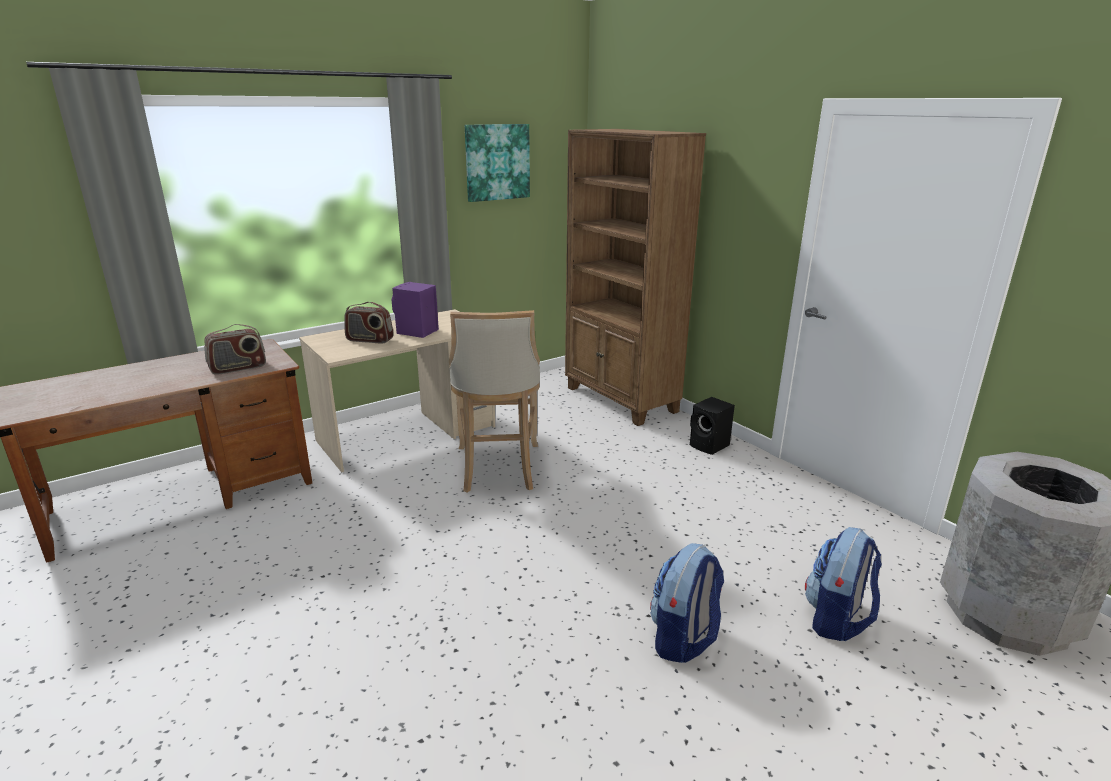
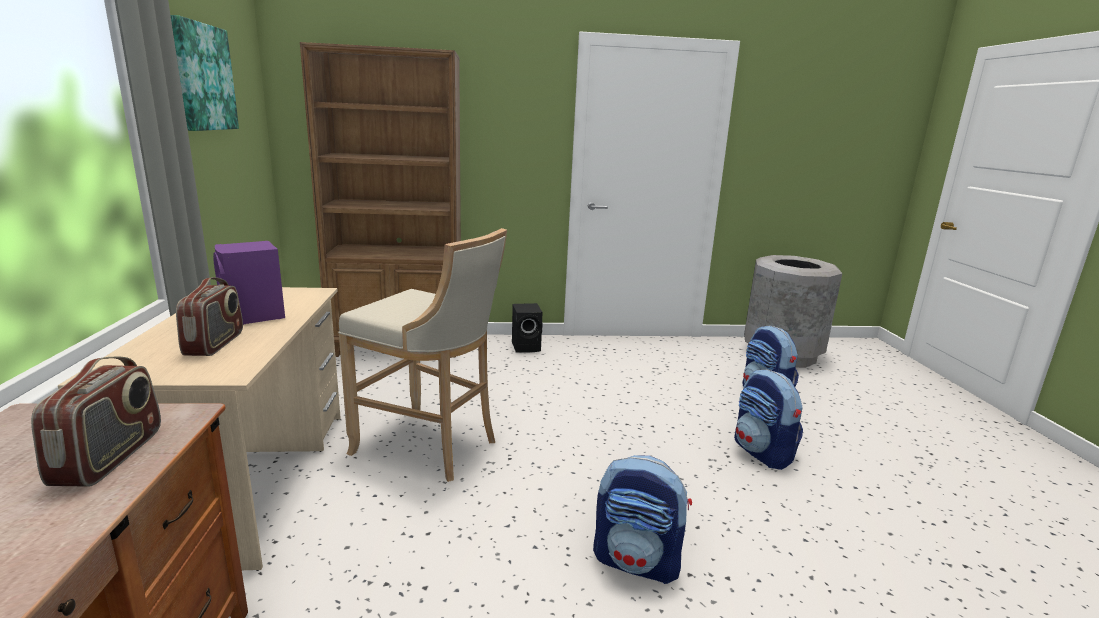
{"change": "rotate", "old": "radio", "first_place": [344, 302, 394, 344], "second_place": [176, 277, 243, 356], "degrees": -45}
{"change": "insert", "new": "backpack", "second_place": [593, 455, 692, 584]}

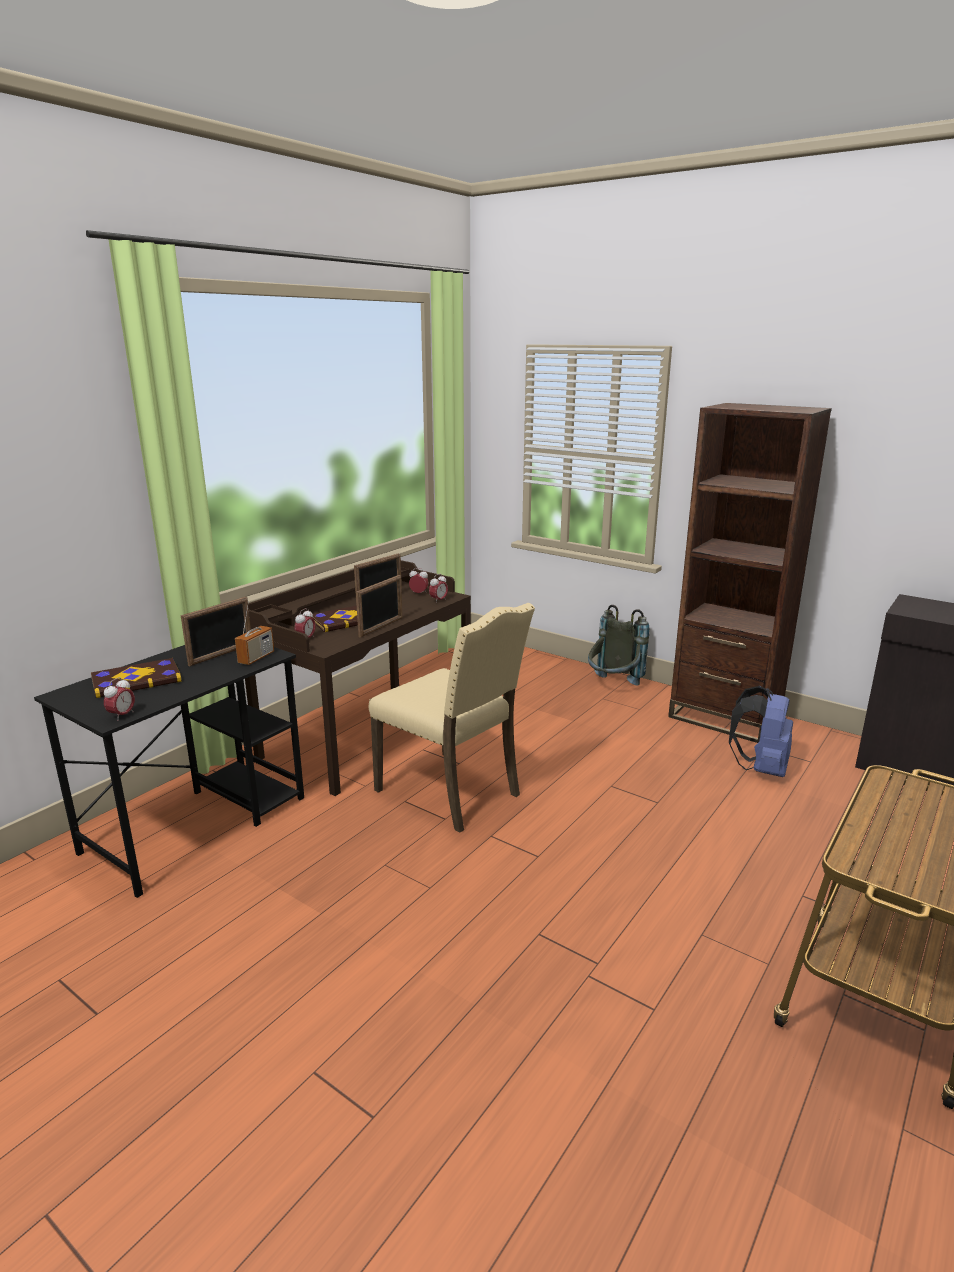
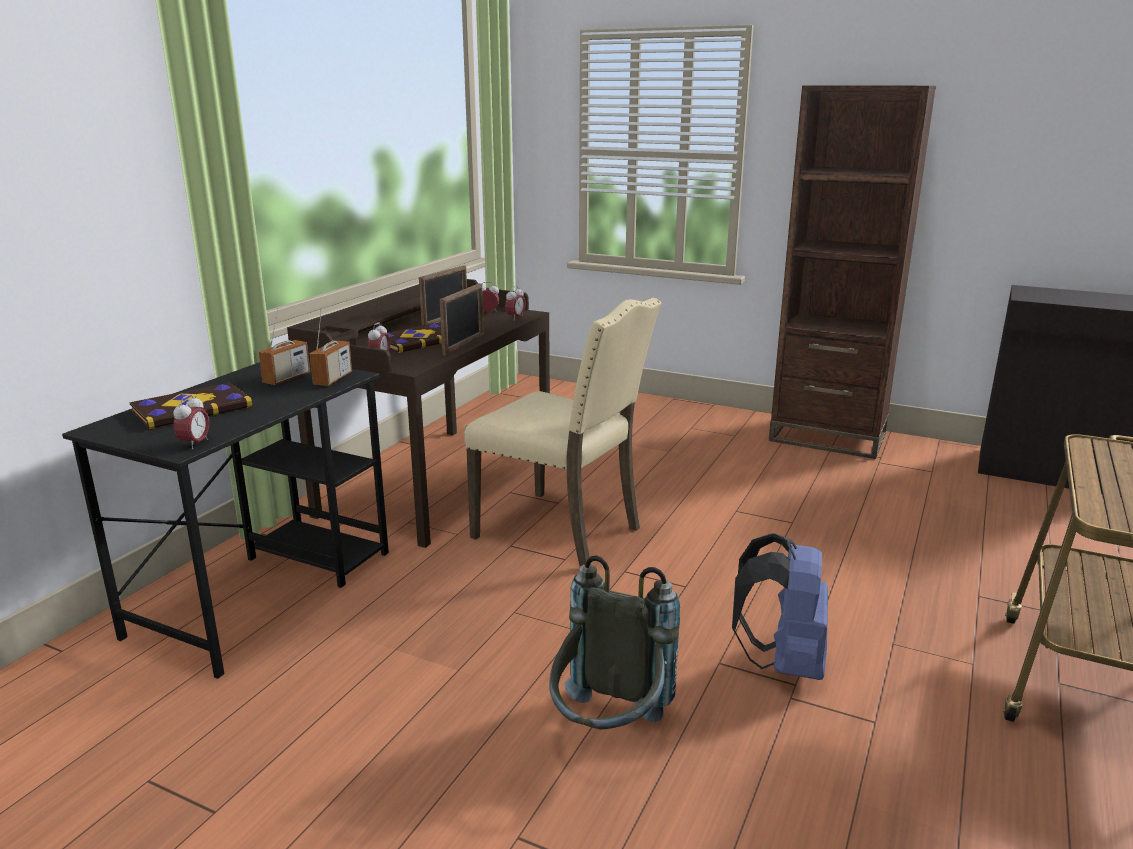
{"change": "replace", "old": "picture frame", "new": "radio", "first_place": [181, 597, 251, 666], "second_place": [259, 307, 310, 385]}
{"change": "move", "old": "grey backpack", "first_place": [588, 605, 649, 685], "second_place": [549, 555, 680, 729]}
{"change": "move", "old": "blue backpack", "first_place": [729, 686, 793, 777], "second_place": [732, 533, 828, 680]}

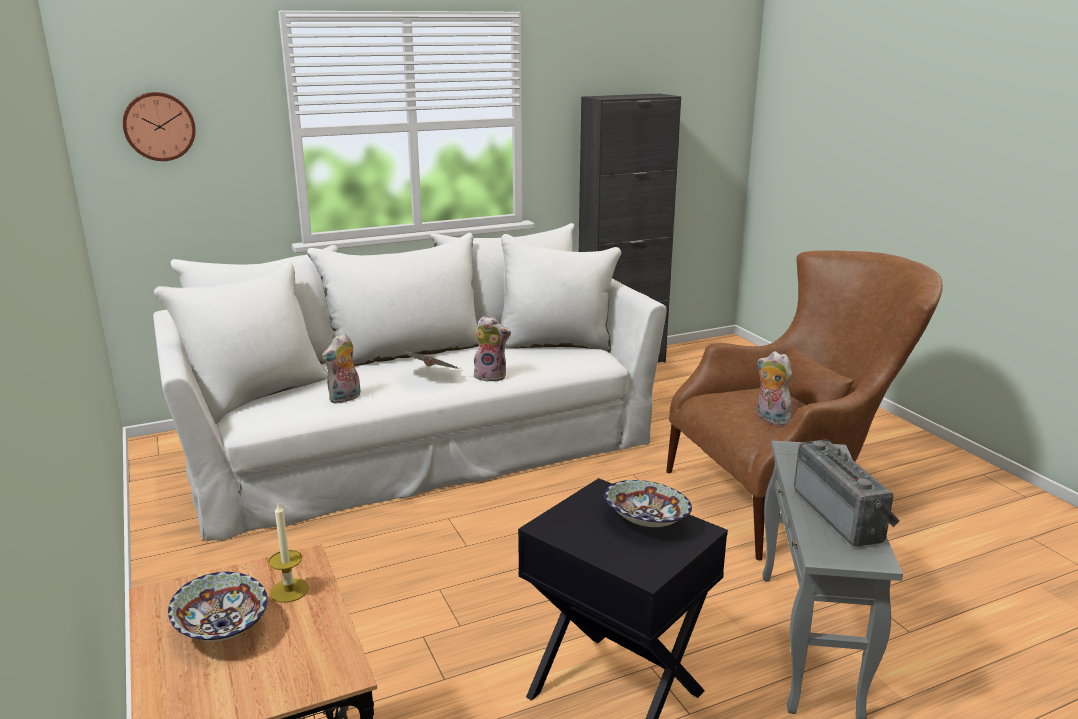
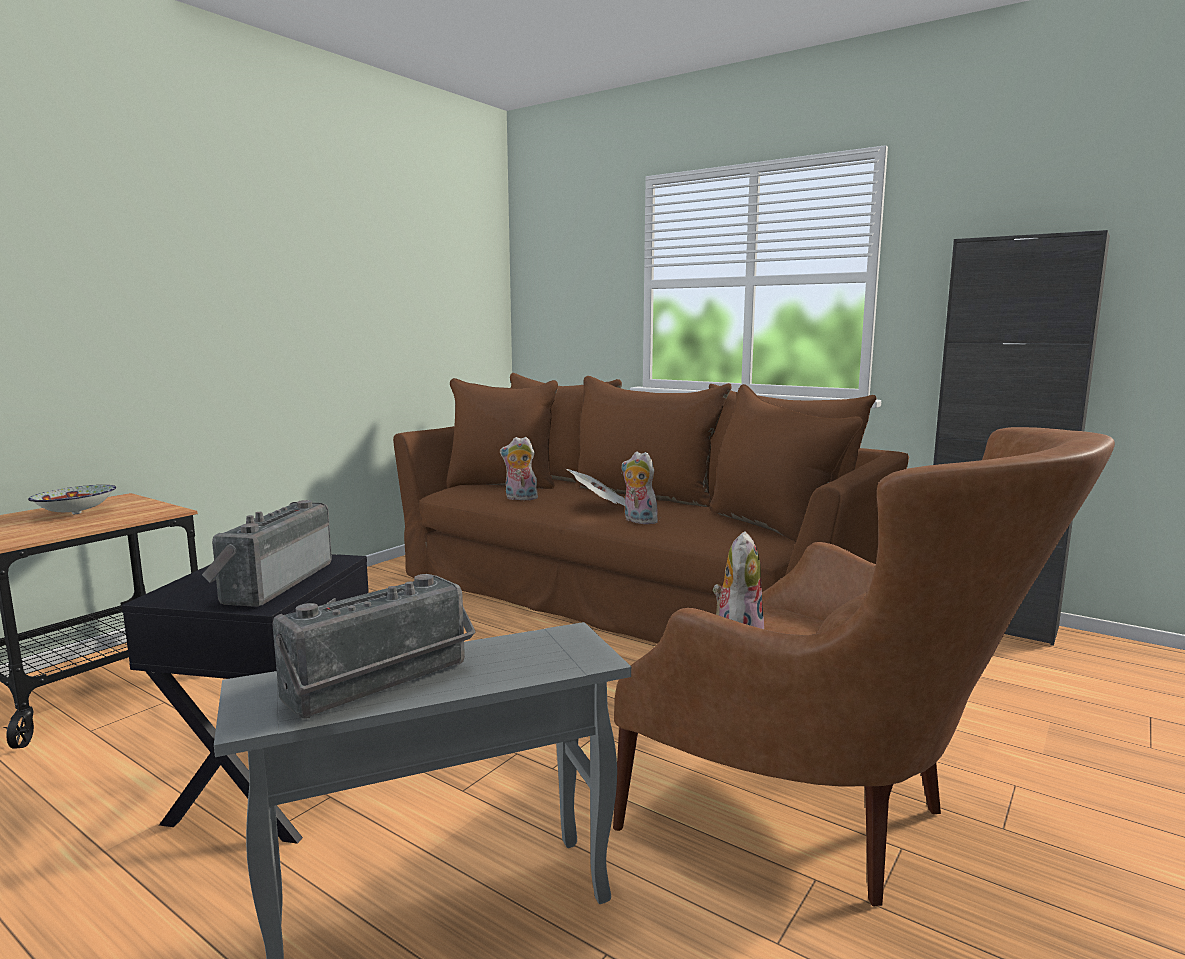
{"change": "delete", "old": "wall clock", "first_place": [123, 92, 196, 161]}
{"change": "recolor", "old": "white sofa", "new": "brown sofa", "first_place": [153, 223, 667, 541], "second_place": [393, 373, 909, 643]}
{"change": "delete", "old": "candle", "first_place": [268, 503, 309, 603]}
{"change": "rotate", "old": "plush toy", "first_place": [474, 316, 511, 382], "second_place": [621, 451, 658, 524], "degrees": 150}
{"change": "replace", "old": "bowl", "new": "radio", "first_place": [604, 480, 692, 527], "second_place": [202, 500, 332, 607]}

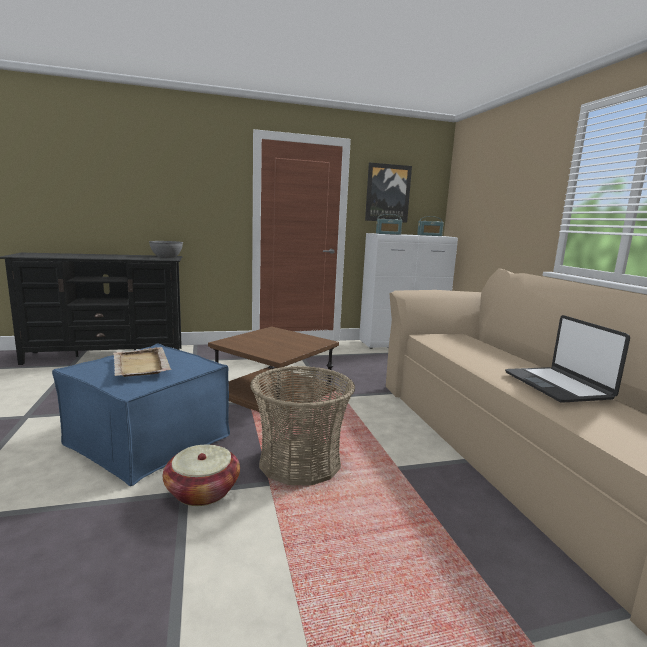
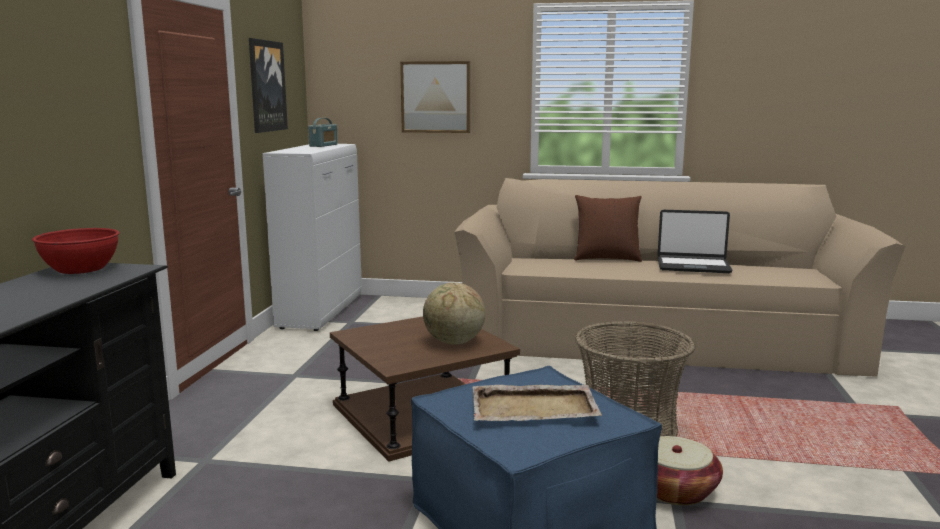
{"change": "recolor", "old": "grey bowl", "new": "red bowl", "first_place": [149, 241, 183, 258], "second_place": [32, 228, 119, 274]}
{"change": "delete", "old": "radio", "first_place": [376, 214, 402, 235]}
{"change": "insert", "new": "picture", "second_place": [400, 61, 470, 133]}
{"change": "insert", "new": "globe", "second_place": [423, 282, 485, 345]}
{"change": "insert", "new": "brown pillow", "second_place": [574, 195, 642, 262]}

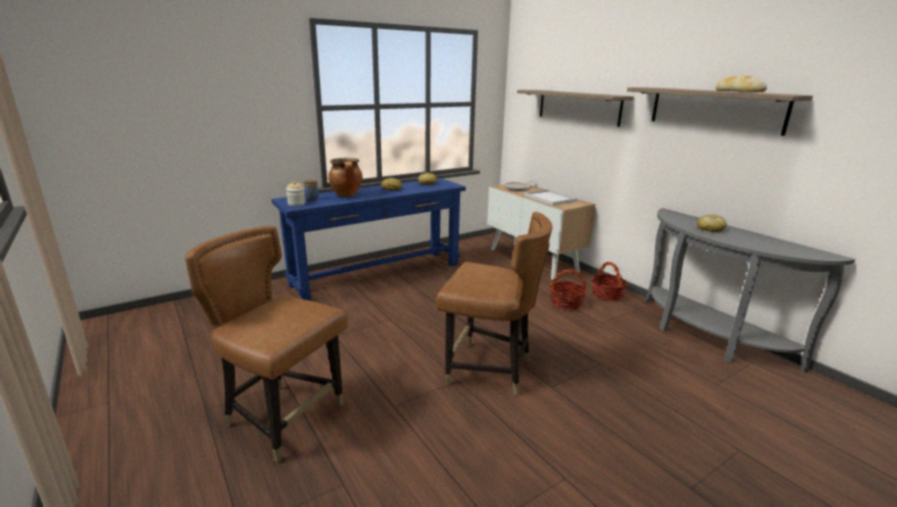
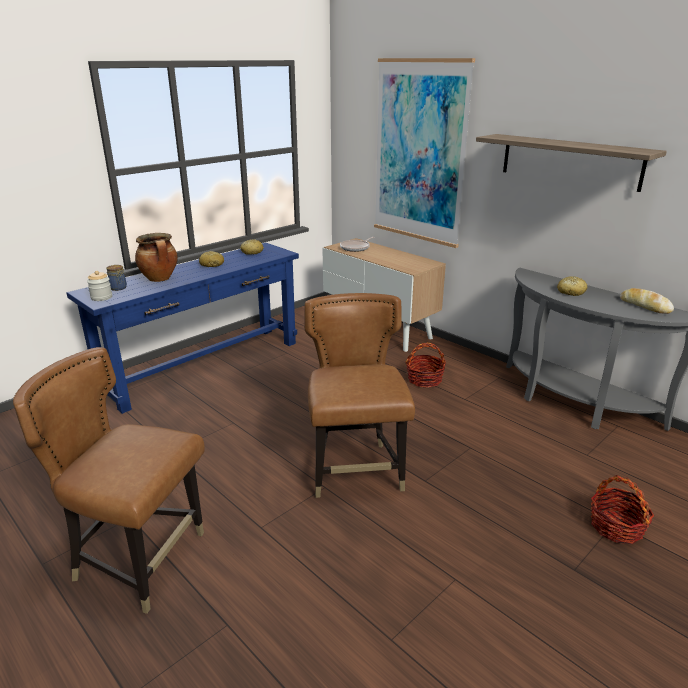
{"change": "rotate", "old": "brown chair", "first_place": [436, 212, 553, 396], "second_place": [304, 293, 415, 498], "degrees": -105}
{"change": "replace", "old": "shelf", "new": "picture", "first_place": [517, 90, 634, 127], "second_place": [374, 58, 475, 248]}
{"change": "delete", "old": "white tray", "first_place": [524, 189, 578, 206]}
{"change": "move", "old": "basket", "first_place": [592, 262, 627, 301], "second_place": [591, 475, 654, 544]}
{"change": "move", "old": "bread", "first_place": [716, 75, 767, 92], "second_place": [620, 288, 674, 314]}

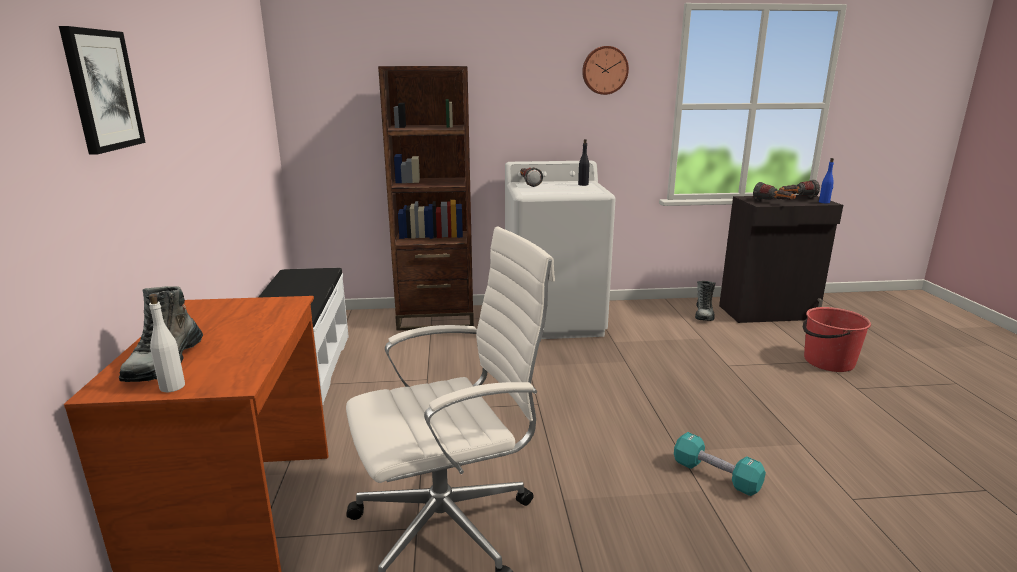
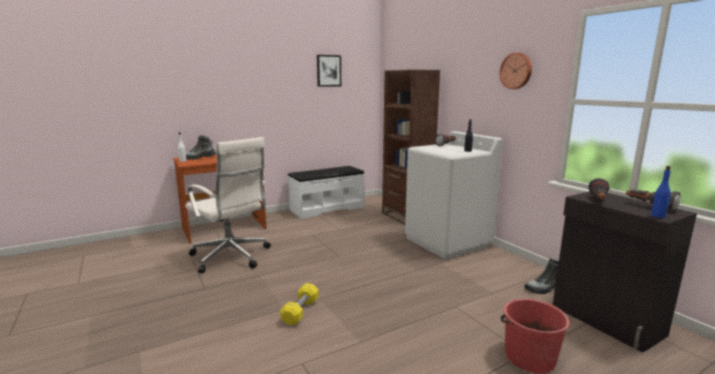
{"change": "move", "old": "picture", "first_place": [59, 26, 146, 155], "second_place": [317, 55, 341, 87]}
{"change": "recolor", "old": "turquoise dumbbell", "new": "yellow dumbbell", "first_place": [674, 432, 766, 496], "second_place": [280, 283, 319, 326]}

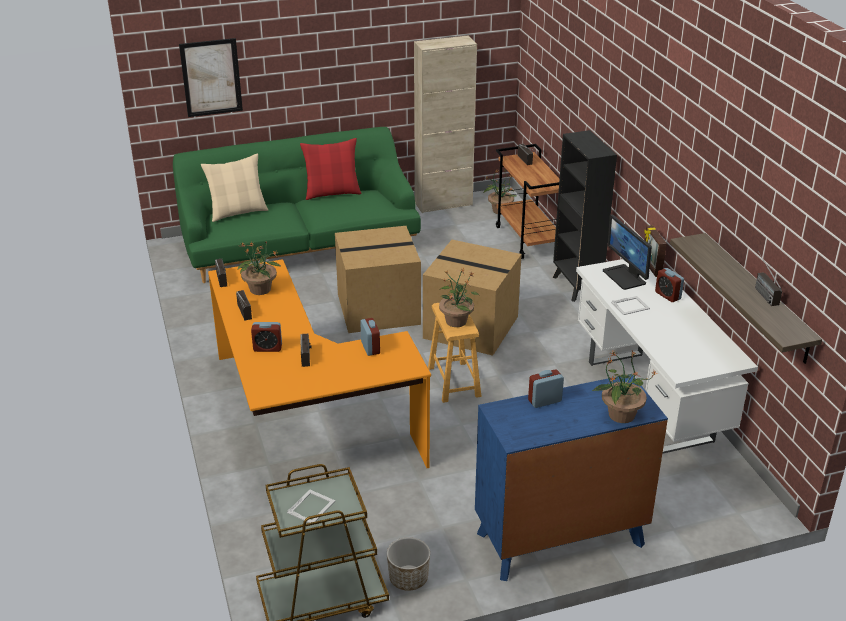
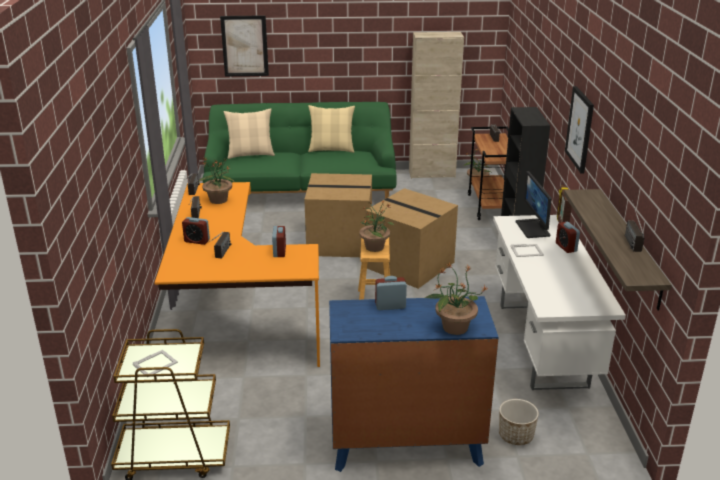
{"change": "recolor", "old": "red pillow", "new": "beige pillow", "first_place": [300, 138, 361, 200], "second_place": [308, 105, 355, 153]}
{"change": "move", "old": "planter", "first_place": [387, 537, 430, 591], "second_place": [499, 399, 539, 445]}
{"change": "insert", "new": "picture", "second_place": [565, 86, 594, 173]}

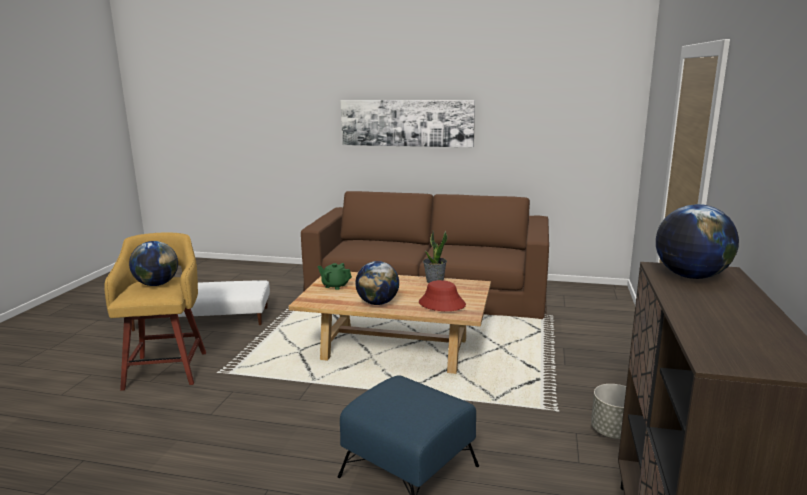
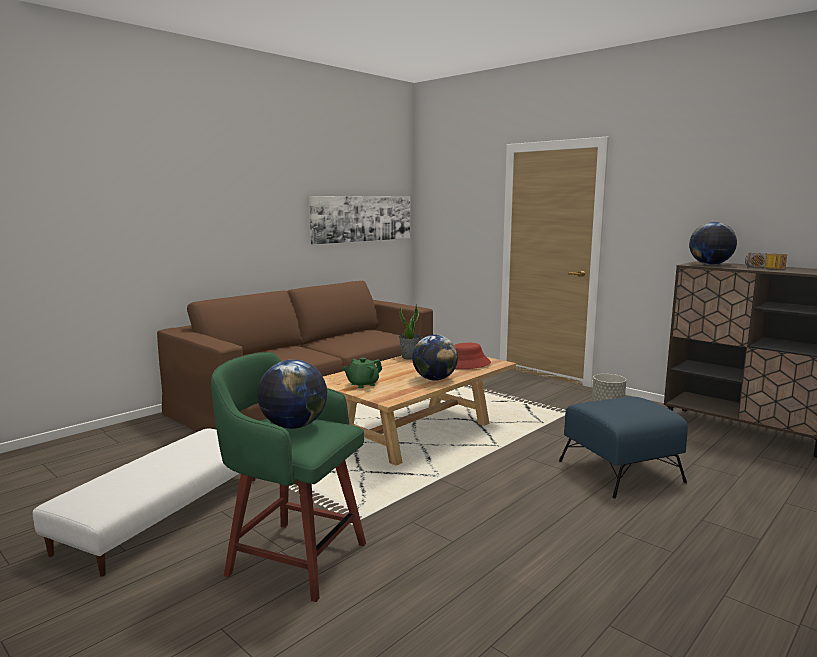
{"change": "recolor", "old": "yellow stool", "new": "green stool", "first_place": [104, 233, 206, 391], "second_place": [211, 352, 366, 602]}
{"change": "move", "old": "picture", "first_place": [341, 100, 475, 147], "second_place": [309, 196, 410, 244]}
{"change": "insert", "new": "radio", "second_place": [745, 253, 787, 270]}

